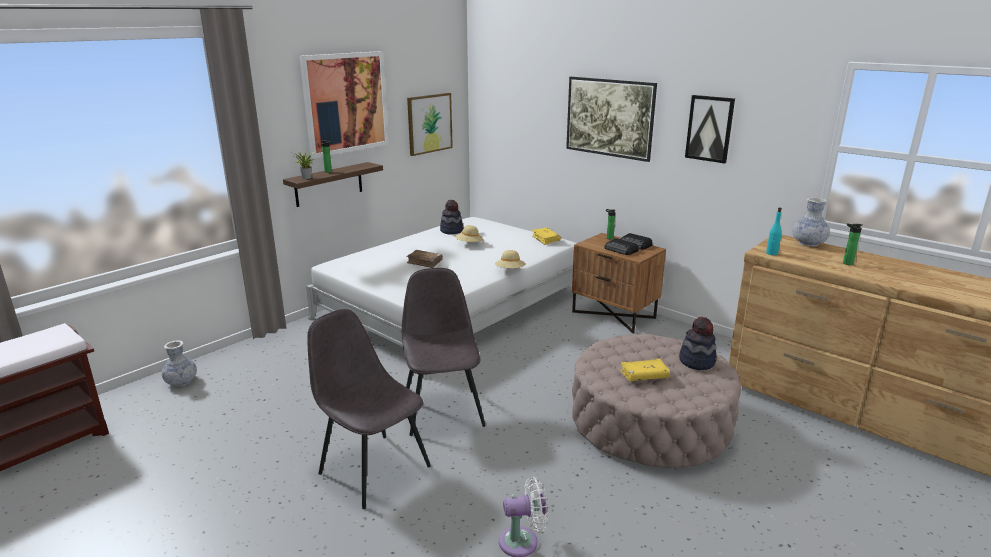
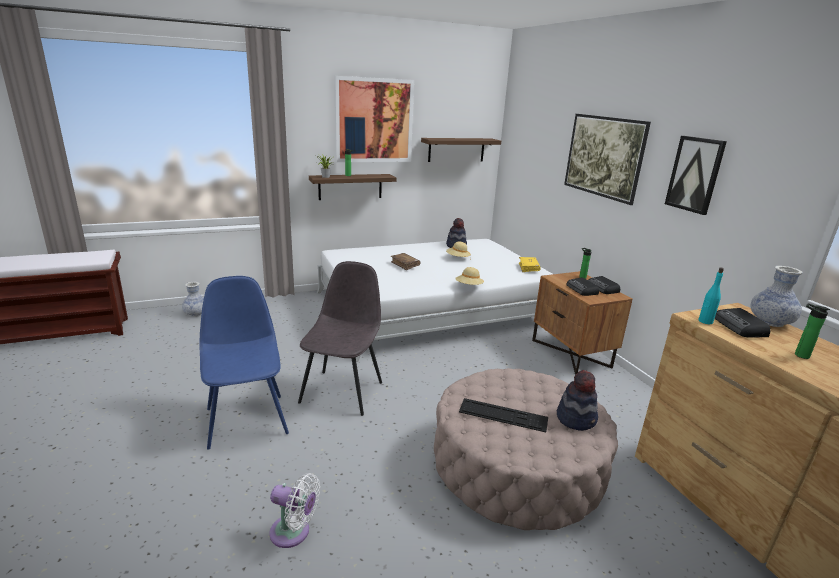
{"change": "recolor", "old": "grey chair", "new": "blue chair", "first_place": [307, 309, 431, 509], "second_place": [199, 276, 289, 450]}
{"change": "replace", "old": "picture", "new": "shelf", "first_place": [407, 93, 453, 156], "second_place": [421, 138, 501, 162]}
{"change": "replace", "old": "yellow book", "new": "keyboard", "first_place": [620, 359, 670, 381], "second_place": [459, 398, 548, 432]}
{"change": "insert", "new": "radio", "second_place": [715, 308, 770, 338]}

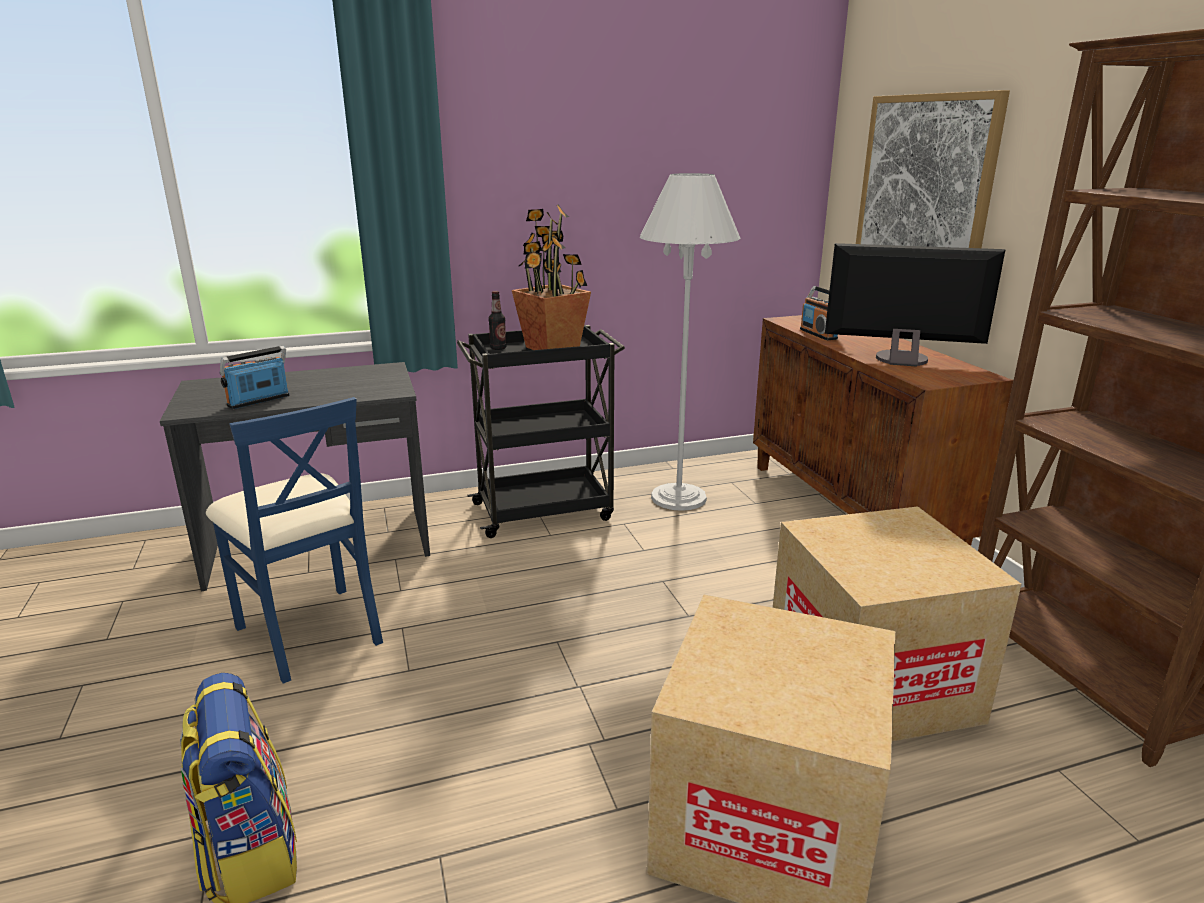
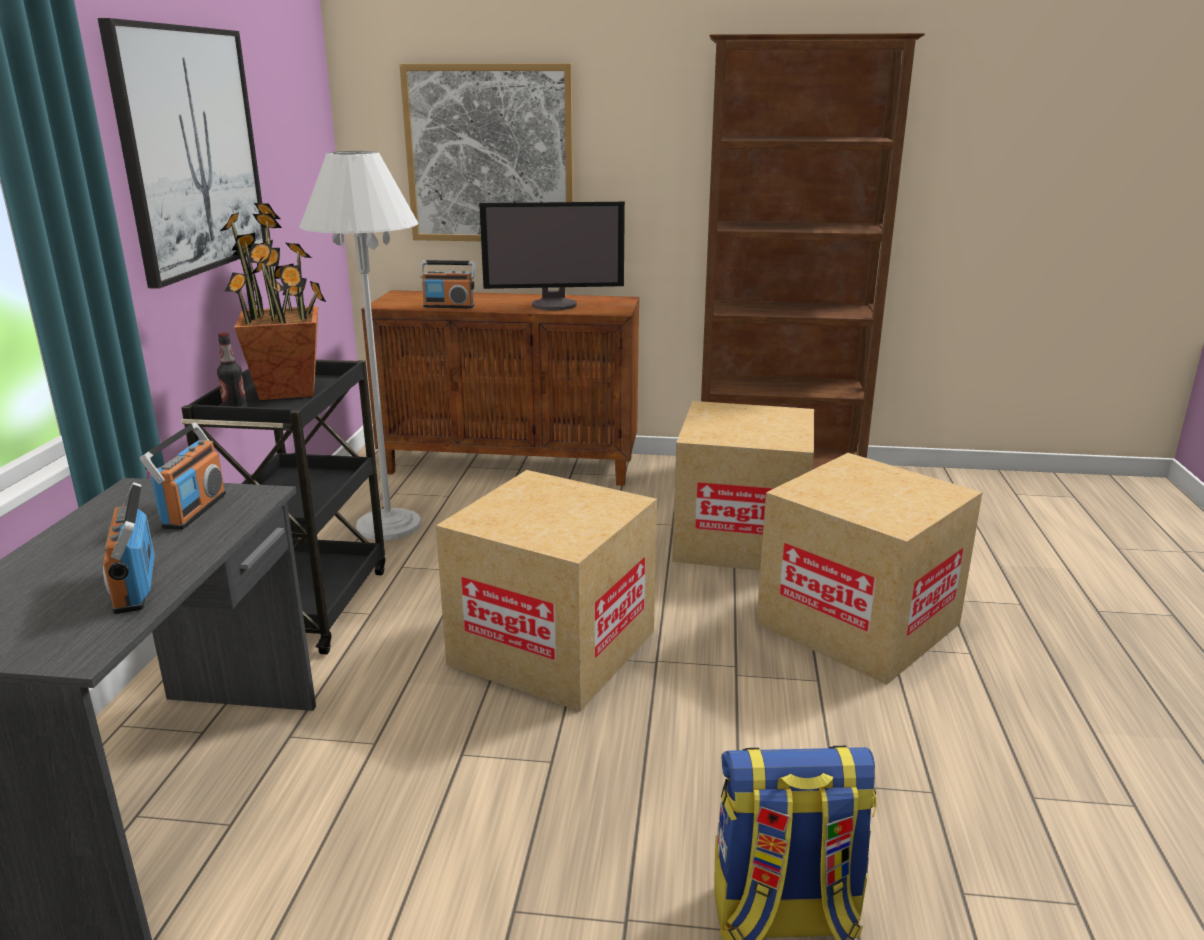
{"change": "delete", "old": "blue chair", "first_place": [206, 397, 383, 684]}
{"change": "rotate", "old": "monitor", "first_place": [825, 243, 1006, 366], "second_place": [479, 202, 625, 310], "degrees": -135}
{"change": "insert", "new": "picture", "second_place": [98, 18, 265, 289]}
{"change": "insert", "new": "radio", "second_place": [140, 422, 226, 530]}
{"change": "insert", "new": "cardboard box", "second_place": [436, 470, 657, 712]}

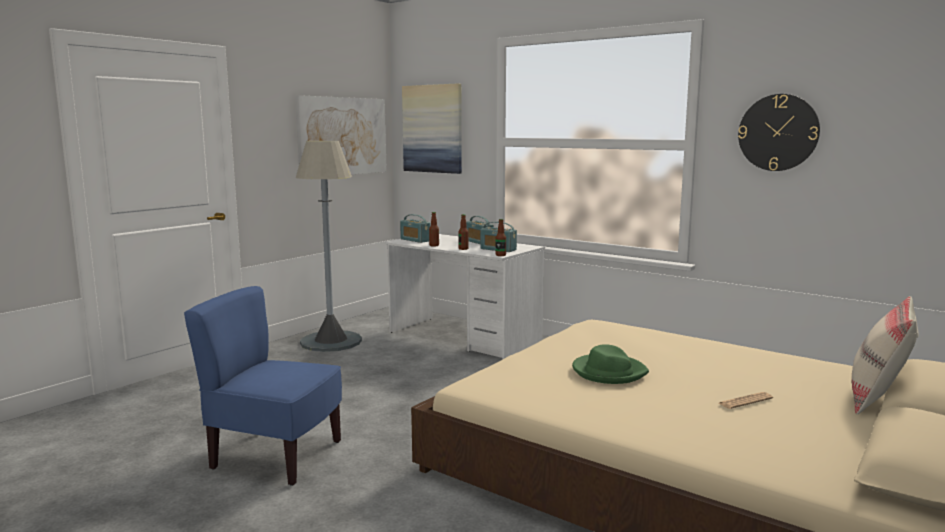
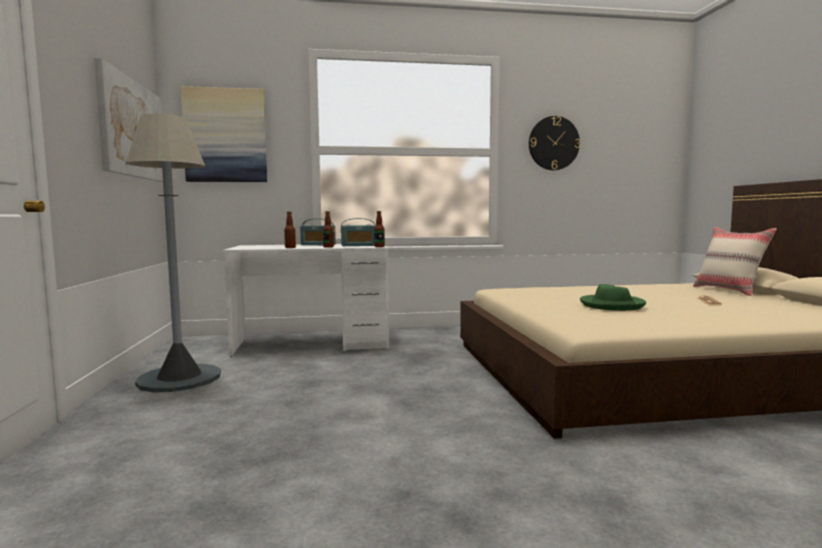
{"change": "delete", "old": "blue chair", "first_place": [184, 286, 342, 486]}
{"change": "delete", "old": "radio", "first_place": [400, 214, 430, 243]}

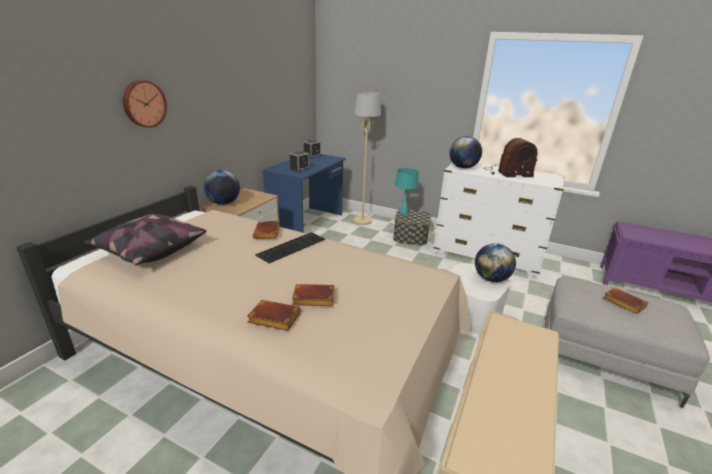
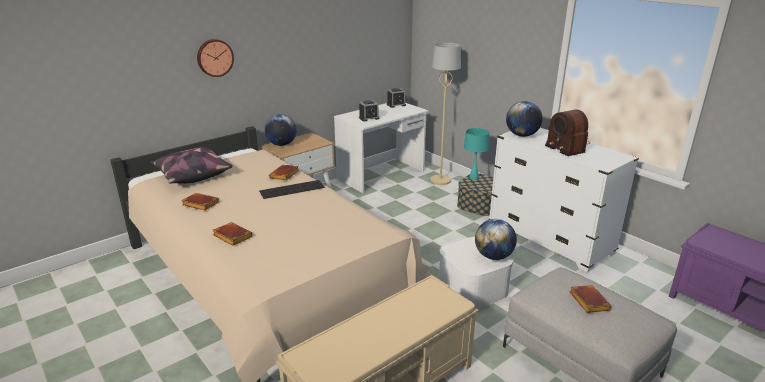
{"change": "recolor", "old": "blue desk", "new": "white desk", "first_place": [263, 154, 346, 233], "second_place": [334, 103, 429, 193]}
{"change": "move", "old": "brown book", "first_place": [292, 284, 334, 306], "second_place": [181, 193, 219, 210]}
{"change": "rotate", "old": "radio", "first_place": [484, 138, 538, 177], "second_place": [545, 109, 590, 156], "degrees": 45}

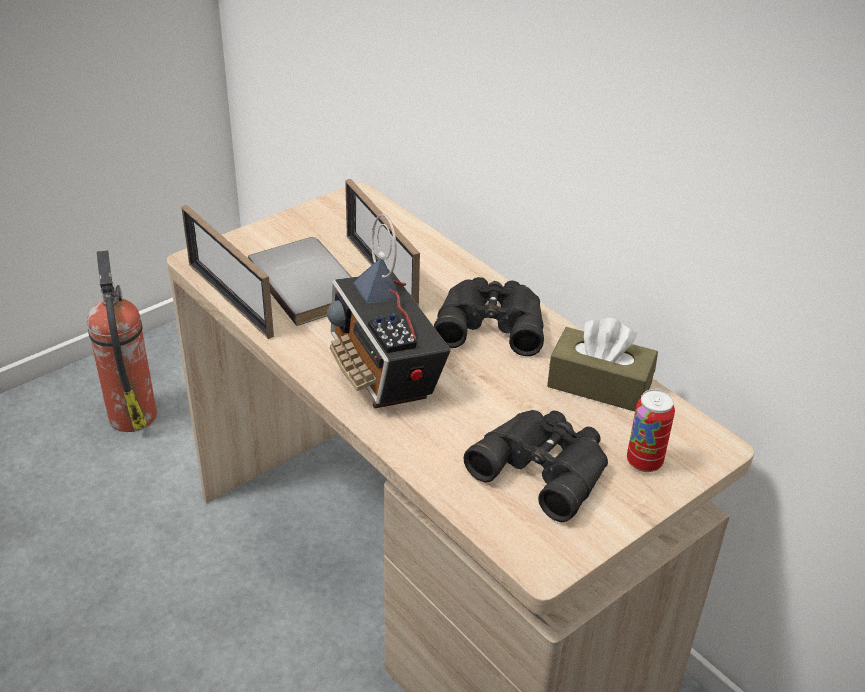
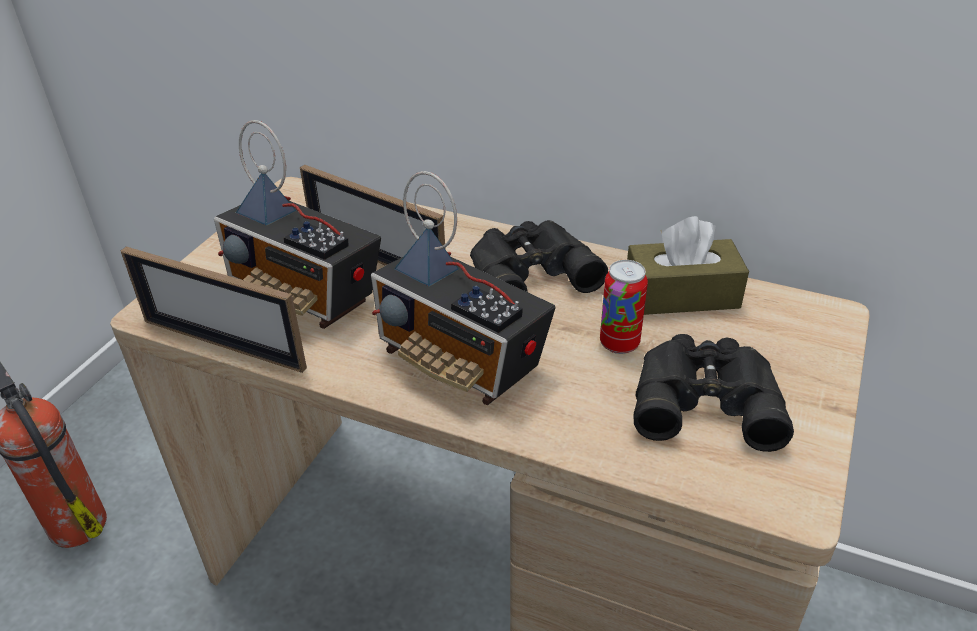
{"change": "replace", "old": "grey book", "new": "radio", "first_place": [248, 237, 352, 326], "second_place": [214, 120, 381, 329]}
{"change": "move", "old": "can", "first_place": [627, 389, 675, 472], "second_place": [600, 260, 648, 354]}

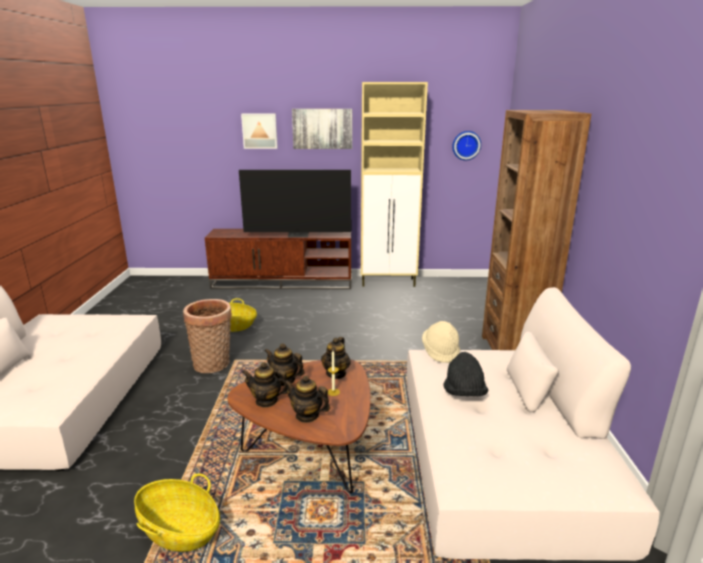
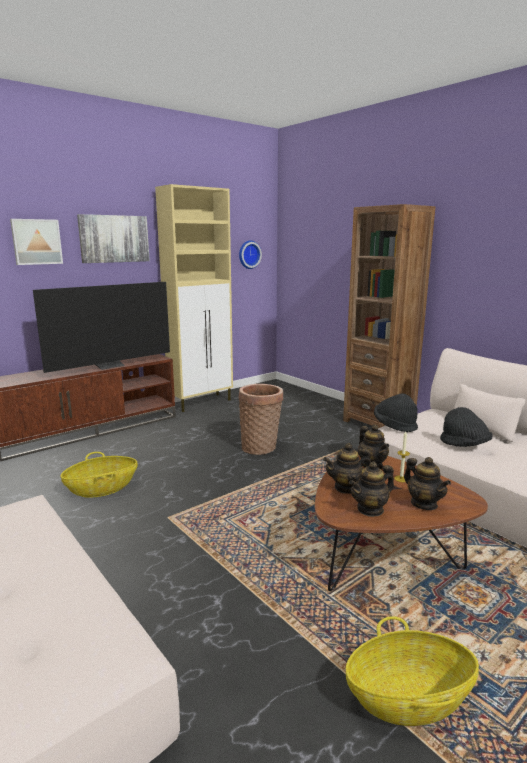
{"change": "move", "old": "basket", "first_place": [183, 299, 232, 373], "second_place": [238, 384, 283, 455]}
{"change": "rotate", "old": "teapot", "first_place": [285, 375, 330, 423], "second_place": [404, 457, 451, 510], "degrees": -105}
{"change": "recolor", "old": "beige hat", "new": "black hat", "first_place": [422, 321, 460, 363], "second_place": [374, 394, 418, 432]}

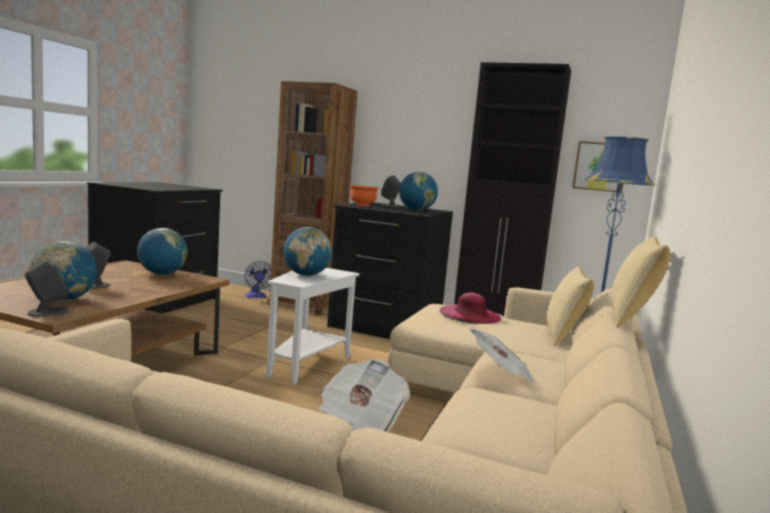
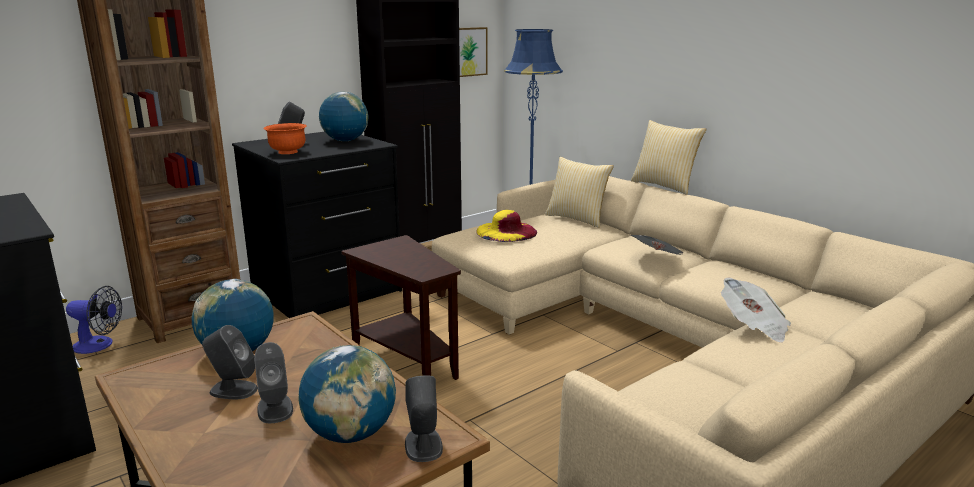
{"change": "recolor", "old": "white side table", "new": "brown side table", "first_place": [266, 268, 359, 384], "second_place": [341, 235, 461, 380]}
{"change": "delete", "old": "globe", "first_place": [283, 227, 332, 276]}
{"change": "recolor", "old": "pink hat", "new": "yellow hat", "first_place": [440, 293, 501, 324], "second_place": [476, 210, 537, 242]}
{"change": "insert", "new": "grey speaker", "second_place": [202, 325, 258, 399]}

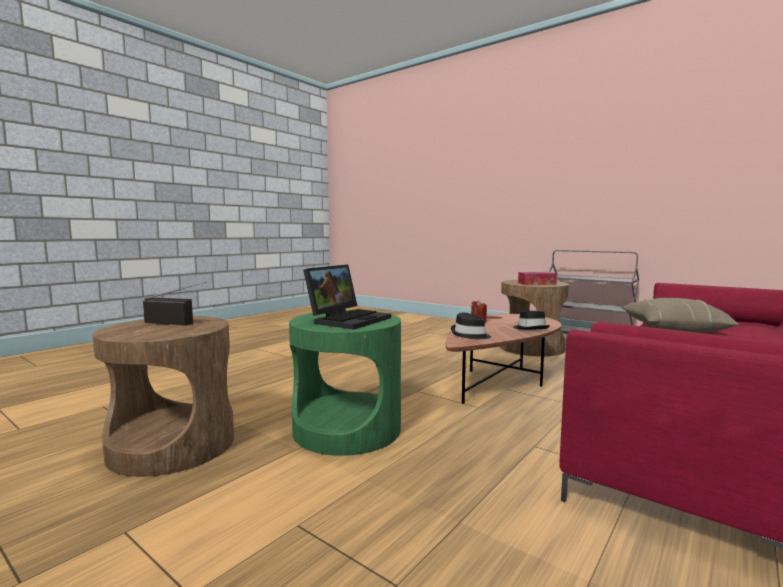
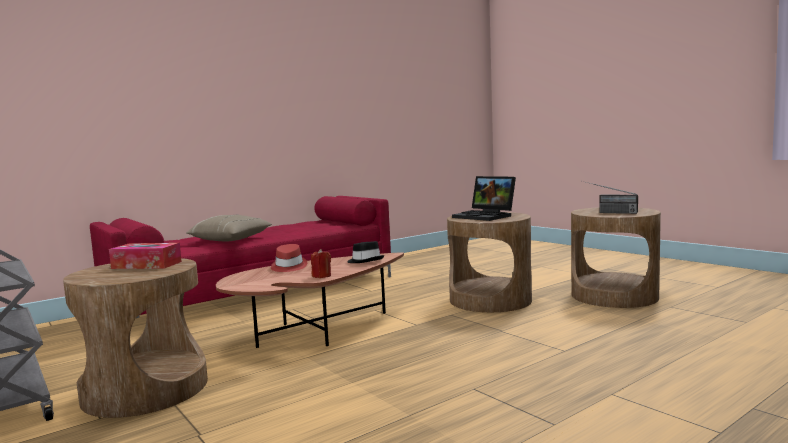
{"change": "recolor", "old": "green side table", "new": "brown side table", "first_place": [289, 310, 401, 456], "second_place": [447, 212, 532, 312]}
{"change": "rotate", "old": "laptop", "first_place": [303, 265, 391, 330], "second_place": [452, 176, 516, 221], "degrees": -90}
{"change": "recolor", "old": "black hat", "new": "red hat", "first_place": [513, 311, 550, 330], "second_place": [271, 244, 307, 272]}

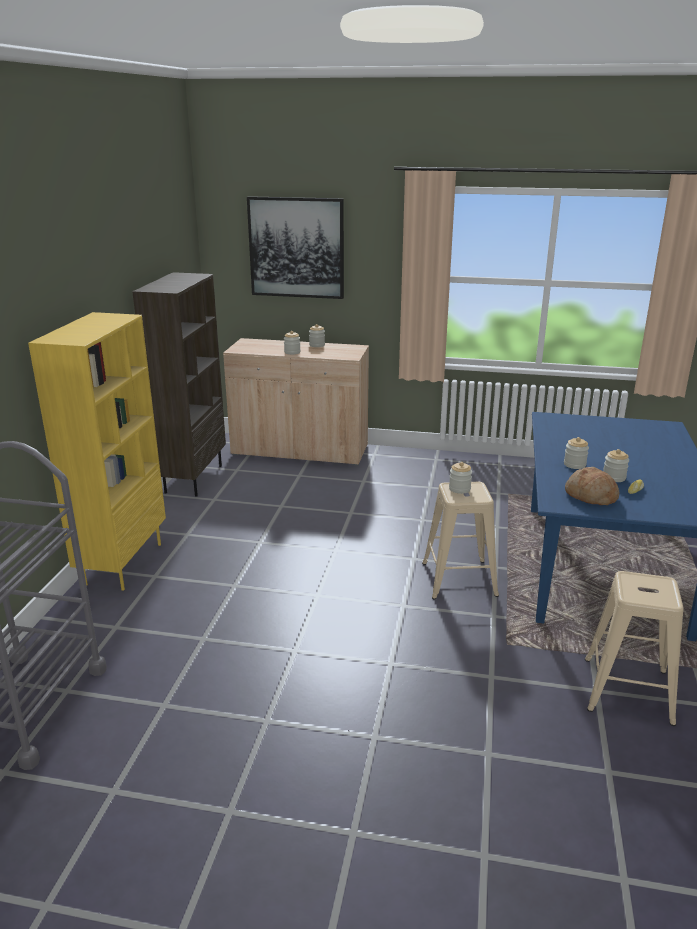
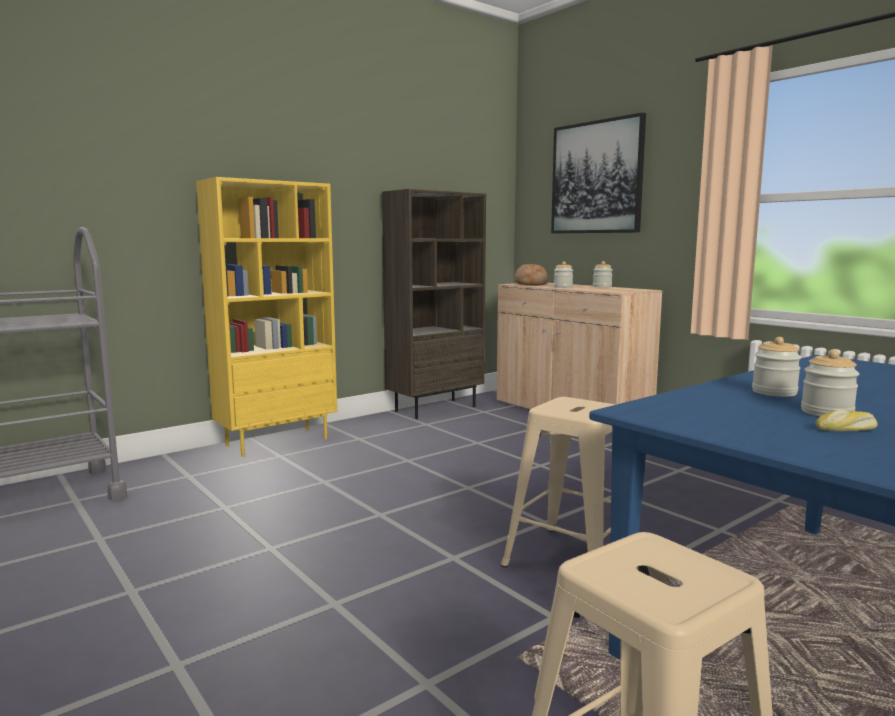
{"change": "delete", "old": "jar", "first_place": [449, 462, 472, 494]}
{"change": "move", "old": "bread", "first_place": [565, 467, 620, 505], "second_place": [514, 264, 548, 286]}

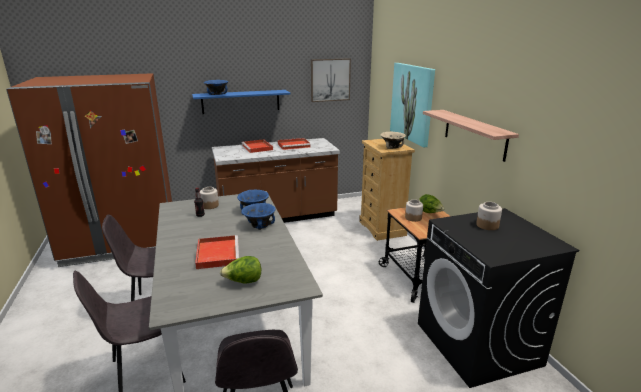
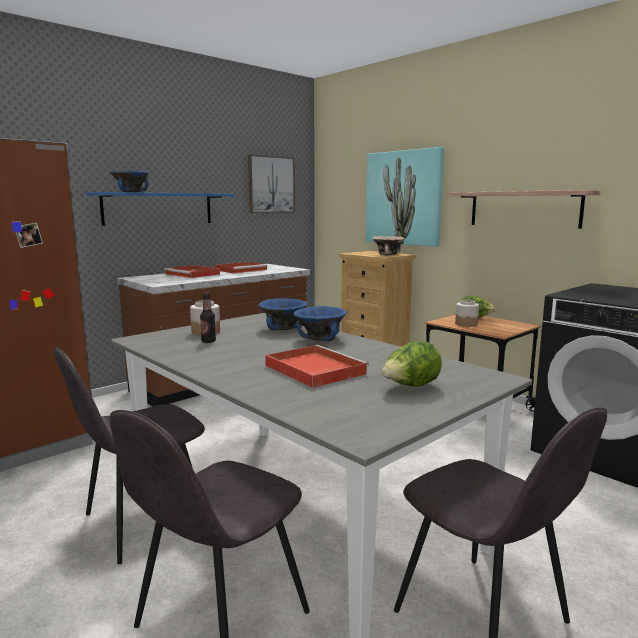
{"change": "delete", "old": "jar", "first_place": [476, 202, 502, 230]}

